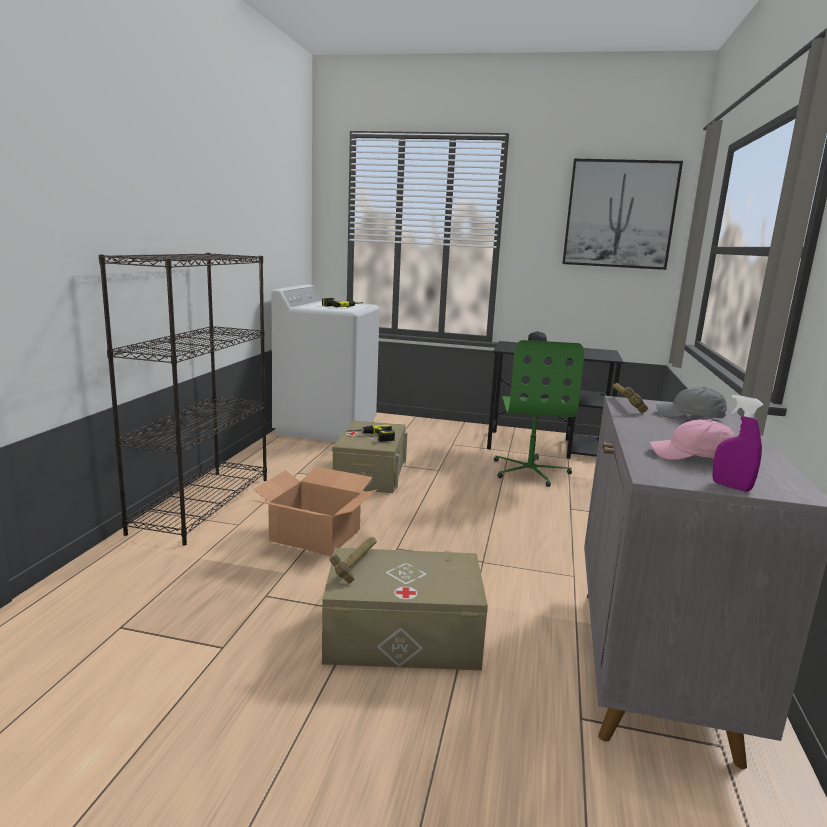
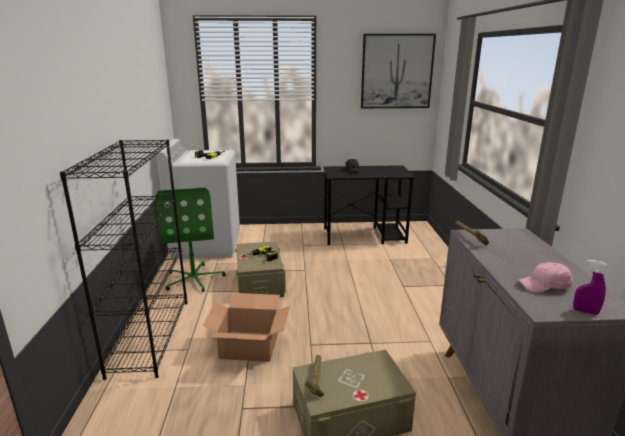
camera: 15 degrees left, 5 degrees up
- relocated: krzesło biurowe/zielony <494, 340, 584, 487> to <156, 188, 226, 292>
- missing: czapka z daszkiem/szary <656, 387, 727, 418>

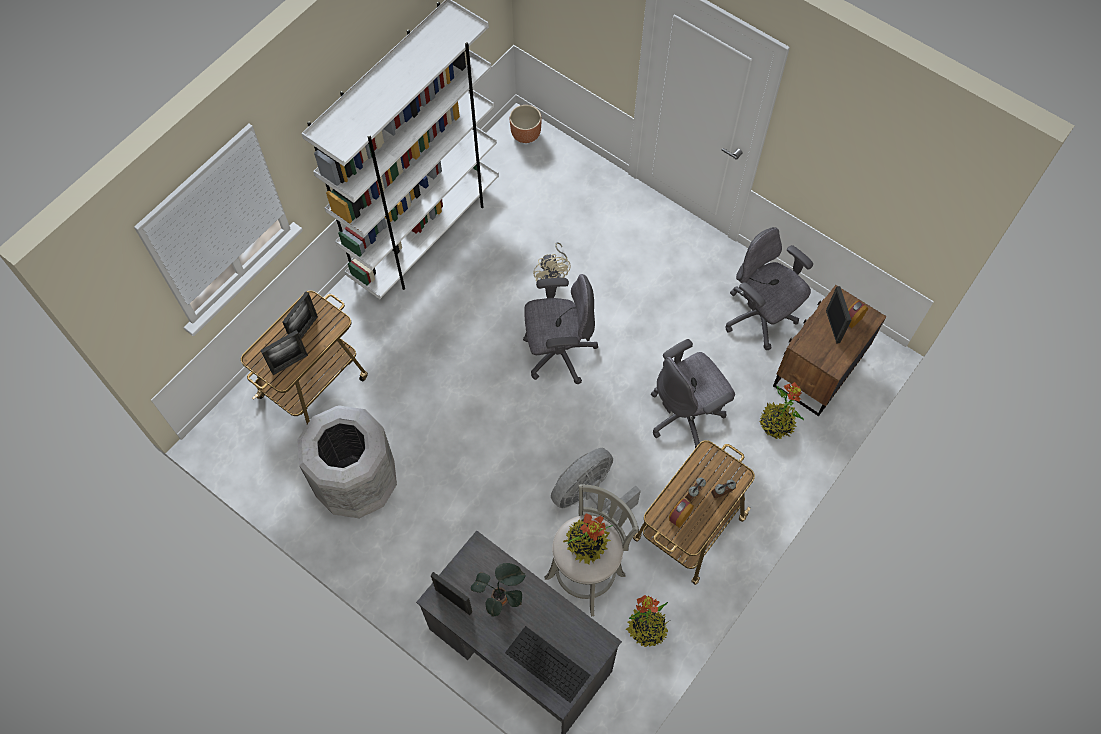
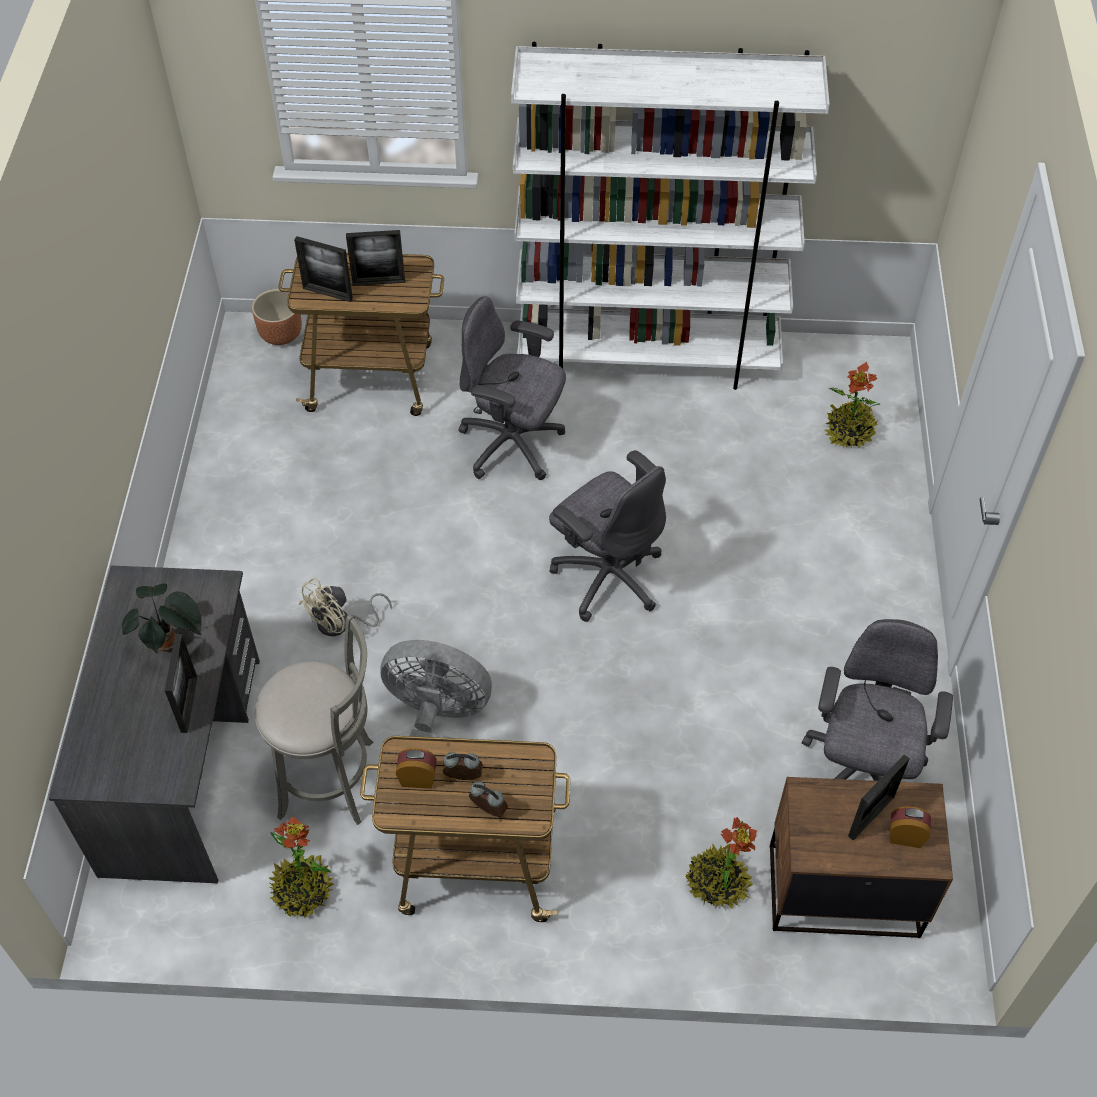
camera: 55 degrees right, 10 degrees down
- relocated: ramka na zdjęcie <431, 572, 472, 615> to <165, 634, 197, 733>
- relocated: donica/brązowy <510, 105, 542, 143> to <252, 289, 302, 345>
- relocated: wentylator/beżowy <533, 242, 571, 282> to <299, 578, 392, 636>
- relocated: krzesło biurowe/szary <651, 339, 735, 448> to <458, 296, 566, 480>
- relocated: roślina doniczkowa <563, 513, 613, 564> to <825, 361, 880, 448>
- missing: kosz na śmieci/szary <297, 405, 397, 518>
- missing: klawiatura <505, 626, 590, 703>

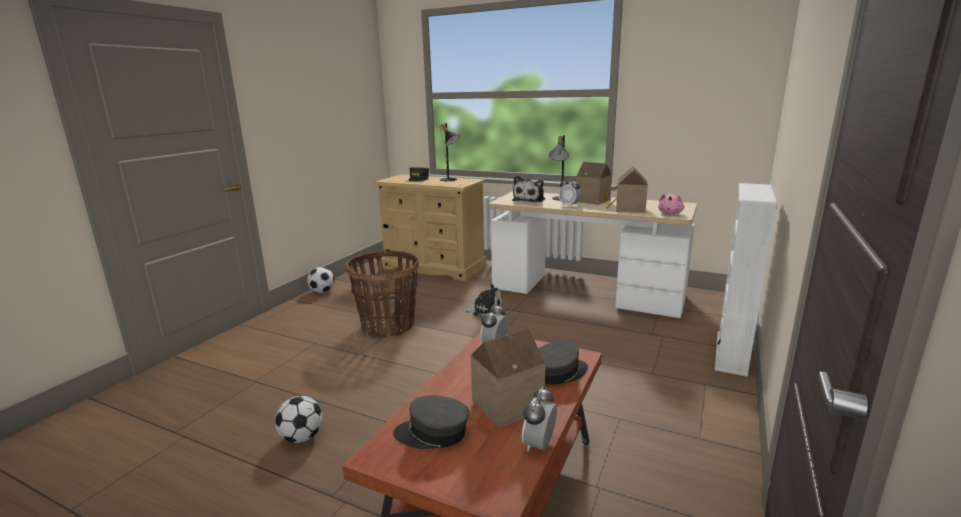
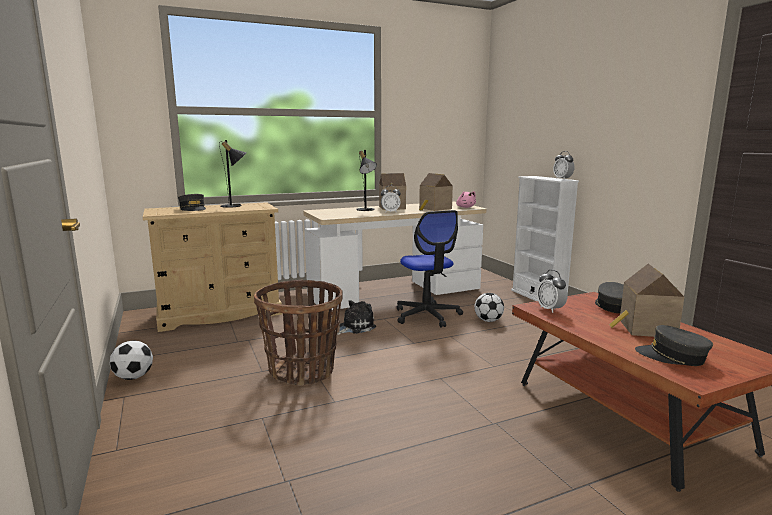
camera: 50 degrees left, 5 degrees down
- appeared: krzesło biurowe <397, 210, 463, 327>
- relocated: piłka futbolowa <275, 396, 323, 443> to <474, 293, 504, 322>
- relocated: budzik <522, 386, 557, 452> to <553, 151, 575, 180>
- spun: czapka z daszkiem/szary <393, 395, 469, 449> = <635, 325, 713, 366> 75 degrees clockwise
- missing: pluszak <512, 176, 545, 202>

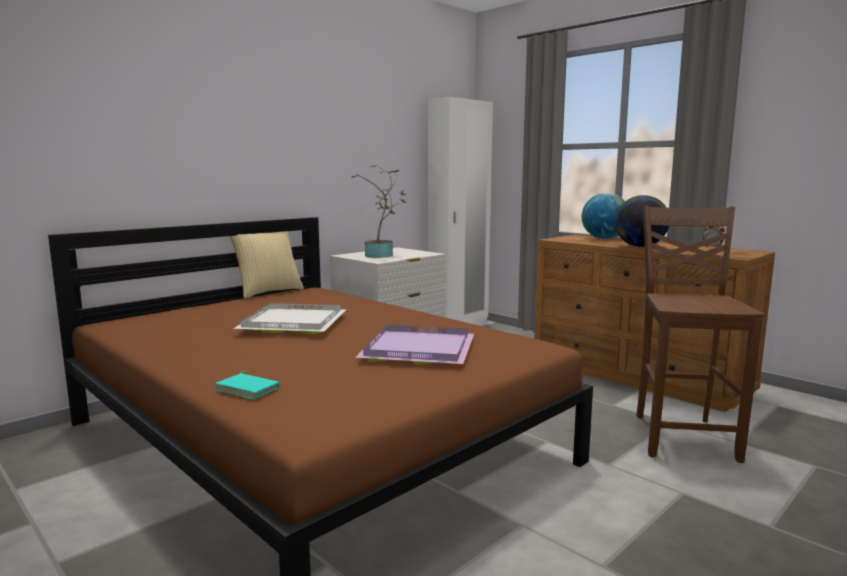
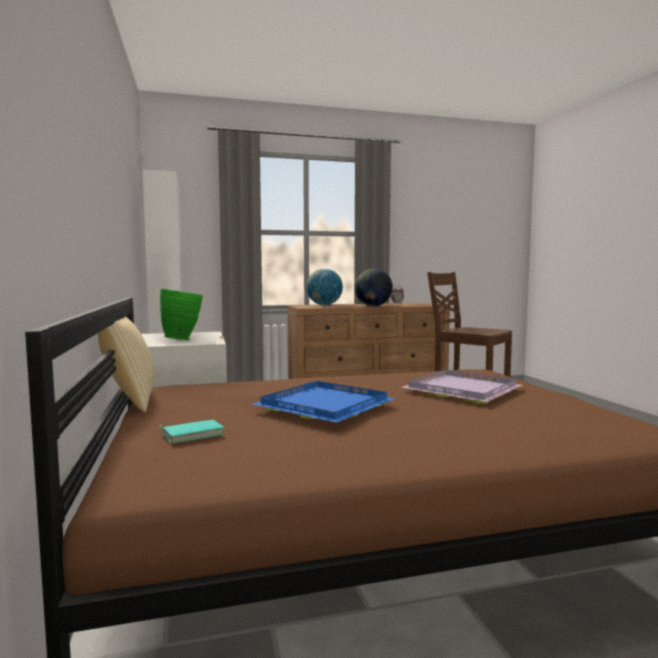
camera: 60 degrees left, 5 degrees down
- exchanged: roślina doniczkowa <351, 165, 406, 258> to wazon/zielony <160, 288, 203, 340>
- relocated: książka/turkusowy <215, 371, 280, 399> to <160, 420, 225, 443>
- colour: taca/biały <233, 303, 346, 334> to taca/niebieski <253, 381, 395, 423>

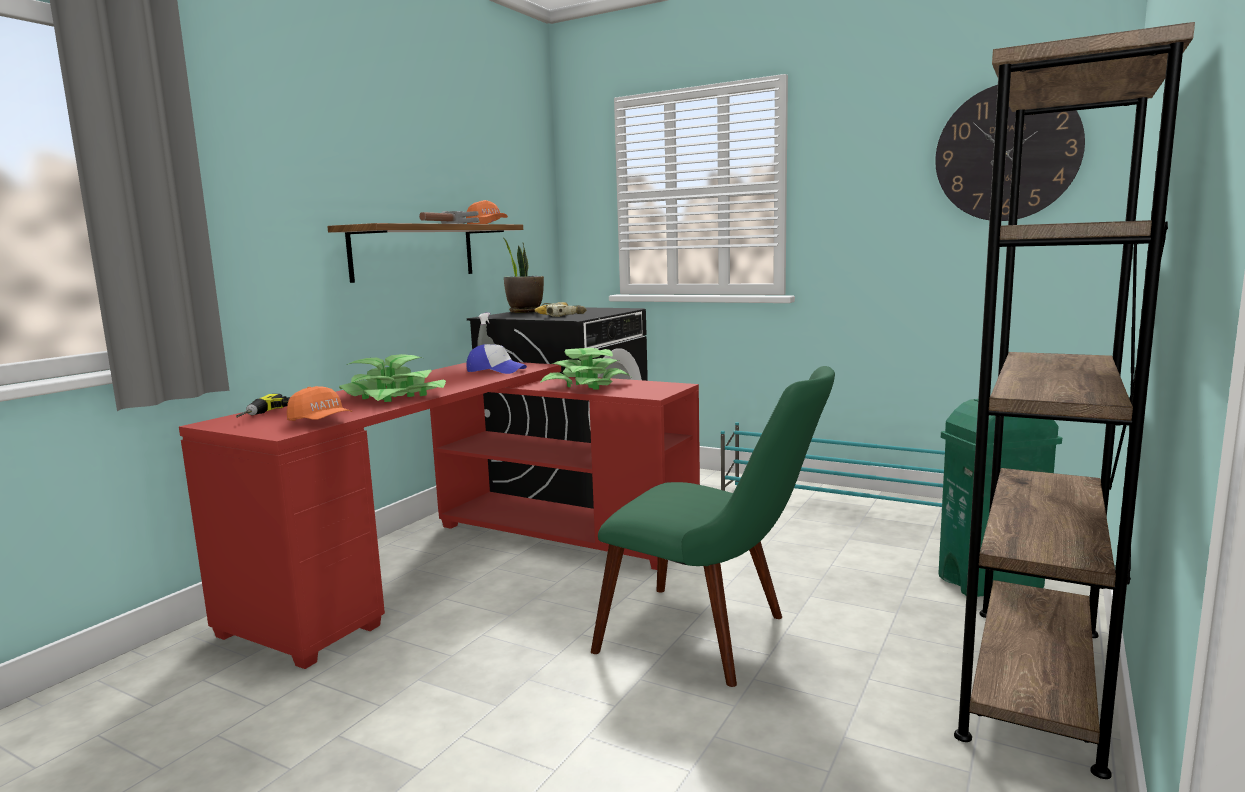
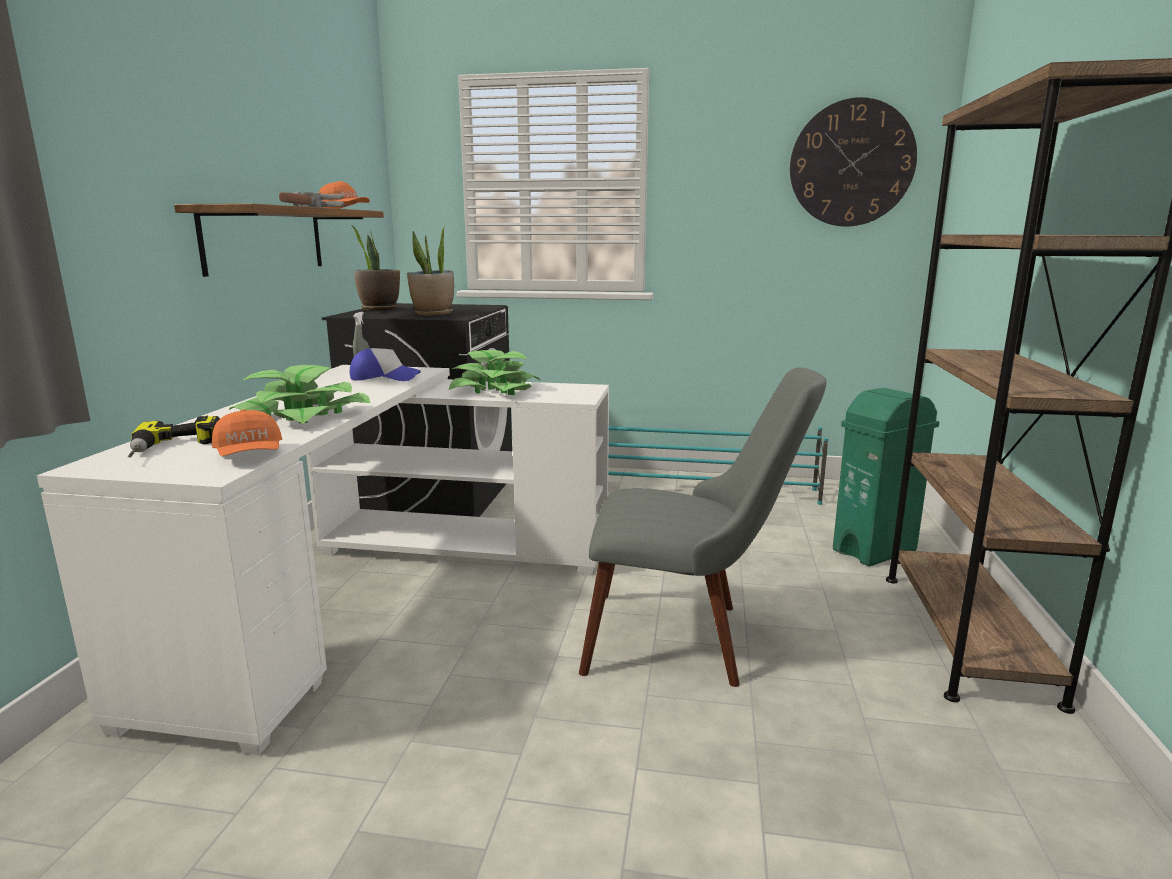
camera: 20 degrees left, 5 degrees up
- colour: biurko/czerwony <179, 362, 700, 669> to biurko/biały <37, 365, 609, 755>
- spun: czapka z daszkiem/pomarańczowy <287, 386, 353, 421> = <212, 409, 282, 456> 45 degrees clockwise
- exchanged: wiertarka <535, 302, 586, 317> to roślina doniczkowa <407, 225, 454, 316>
- colour: krzesło/zielony <591, 366, 835, 687> to krzesło/szary <579, 367, 827, 687>

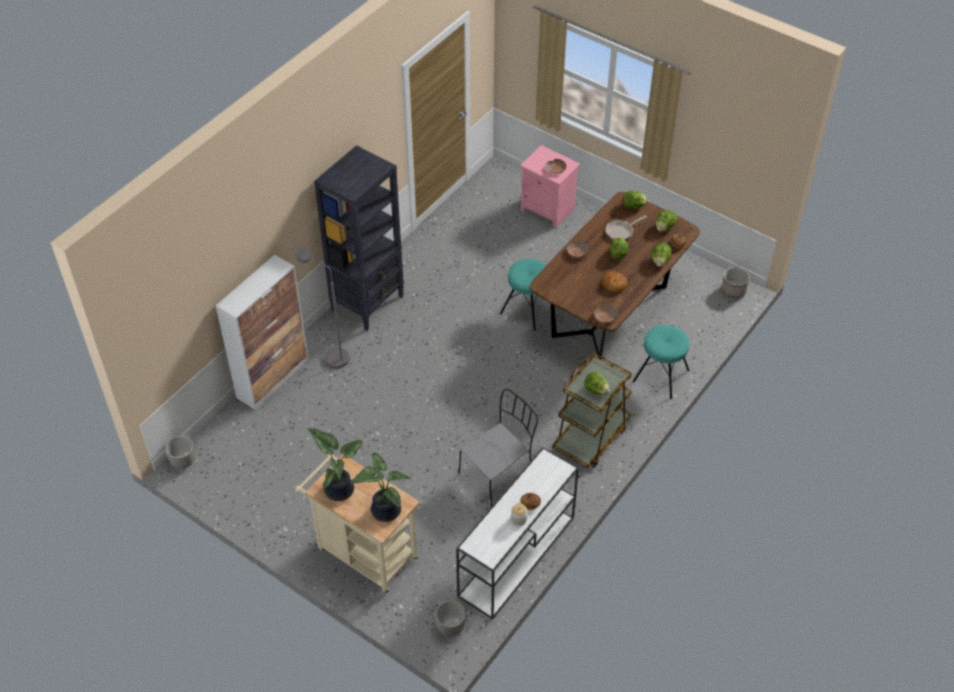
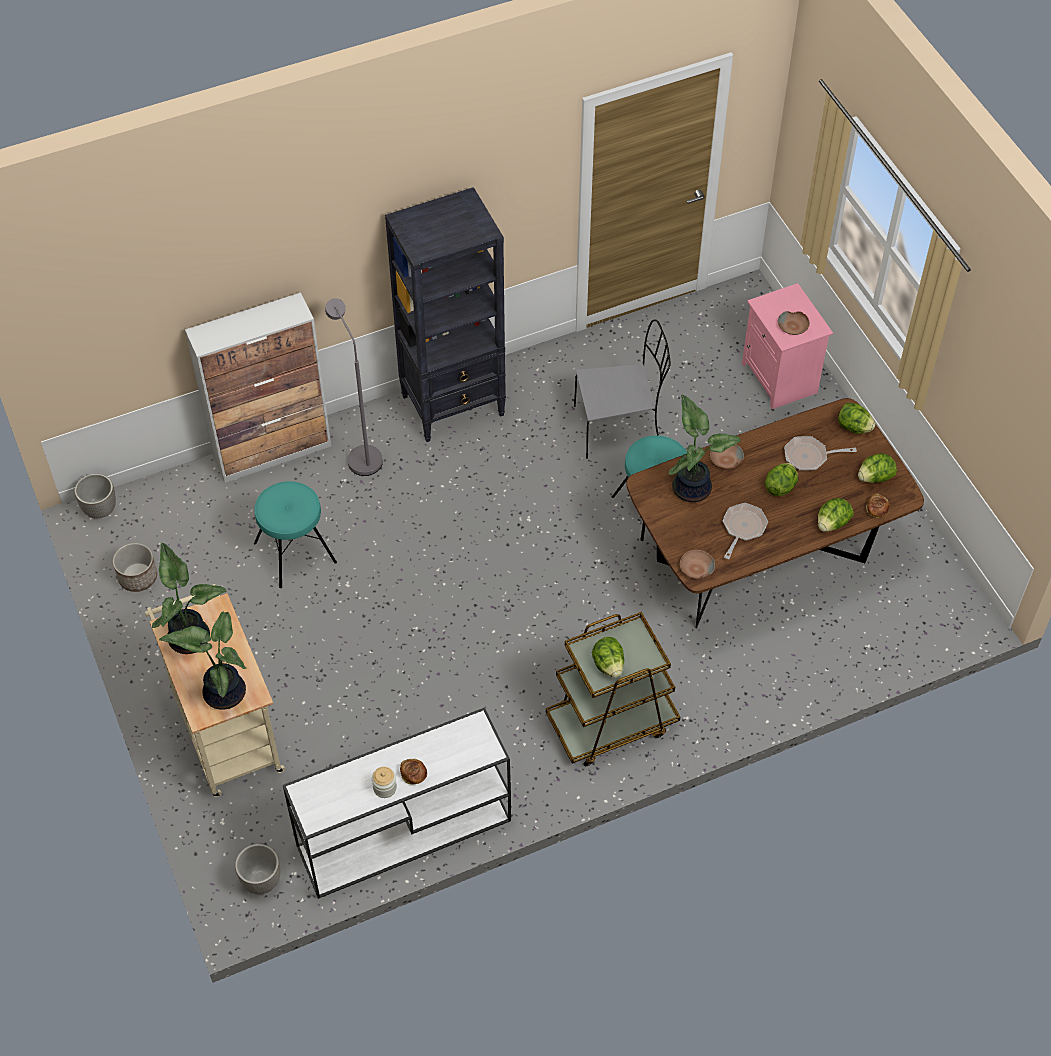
camera: 30 degrees right, 5 degrees up
- relocated: donica <721, 267, 750, 298> to <113, 543, 157, 592>
- relocated: stołek/turkusowy <633, 325, 690, 399> to <254, 481, 337, 588>
- relocated: krzesło/szary <459, 389, 538, 506> to <574, 319, 671, 459>
- appeared: roślina doniczkowa <668, 394, 742, 502>
- exchanged: chleb <602, 271, 627, 292> to patelnia <723, 503, 768, 559>

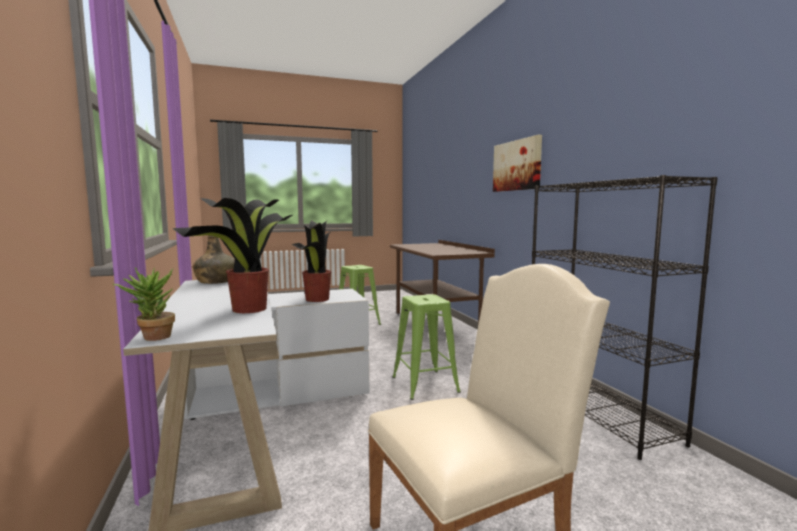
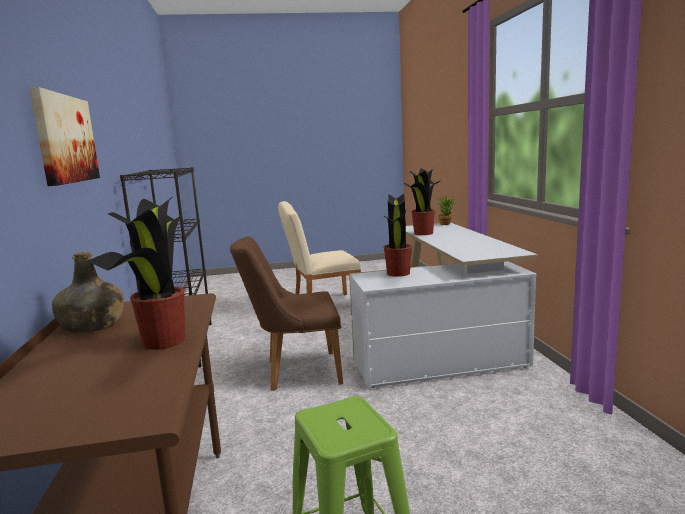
camera: 170 degrees left, 5 degrees up
- relocated: butelka/zielony <193, 235, 235, 284> to <52, 252, 124, 333>
- appeared: roślina doniczkowa <88, 197, 185, 350>
- exchanged: stołek/zielony <392, 294, 461, 400> to krzesło/brązowy <230, 236, 343, 391>

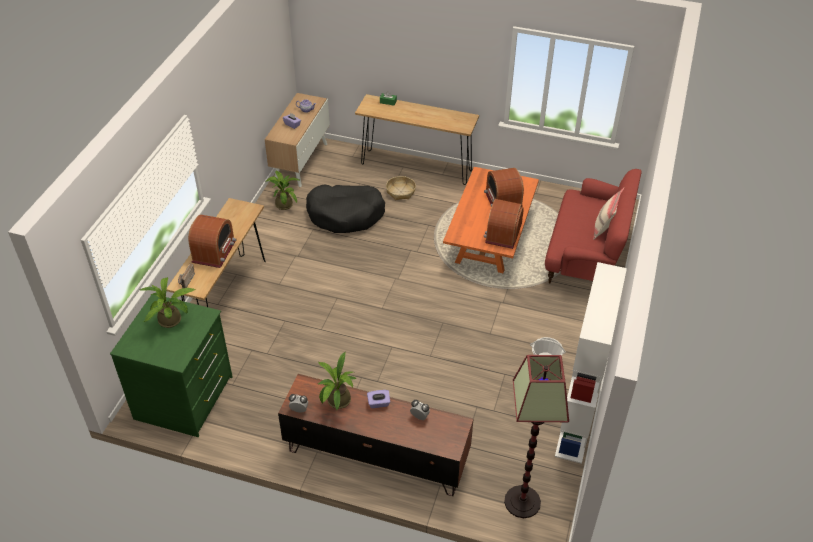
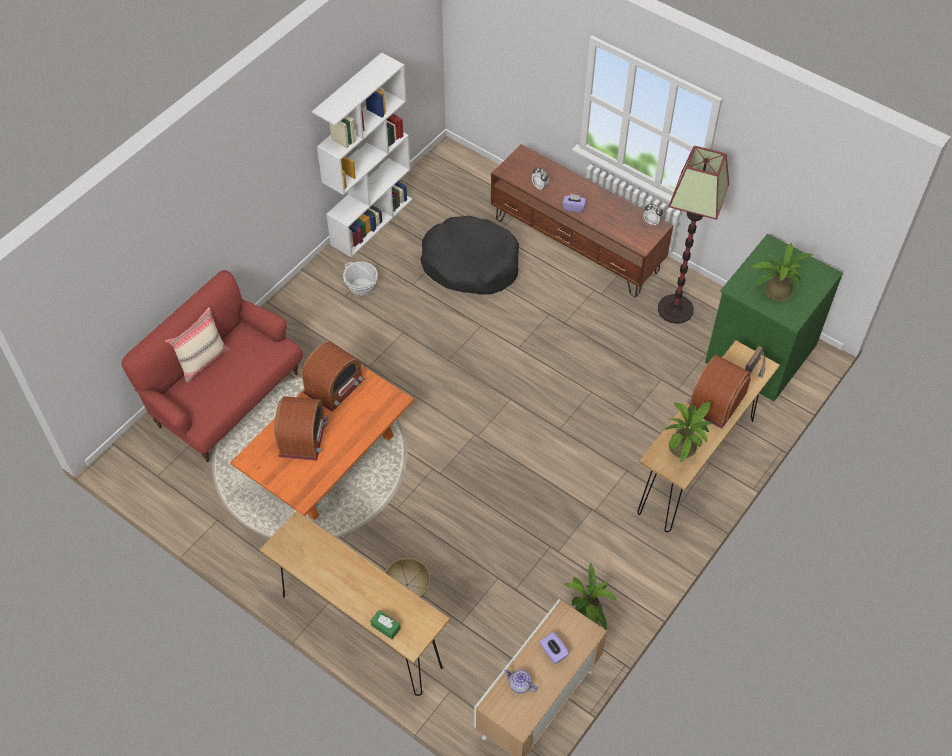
camera: 160 degrees left, 10 degrees up
- relocated: legowisko/czarny <306, 184, 385, 233> to <420, 216, 519, 295>
- relocated: lampa stojąca <504, 355, 569, 518> to <658, 146, 729, 324>
- relocated: roślina doniczkowa <318, 352, 357, 411> to <664, 402, 713, 462>

